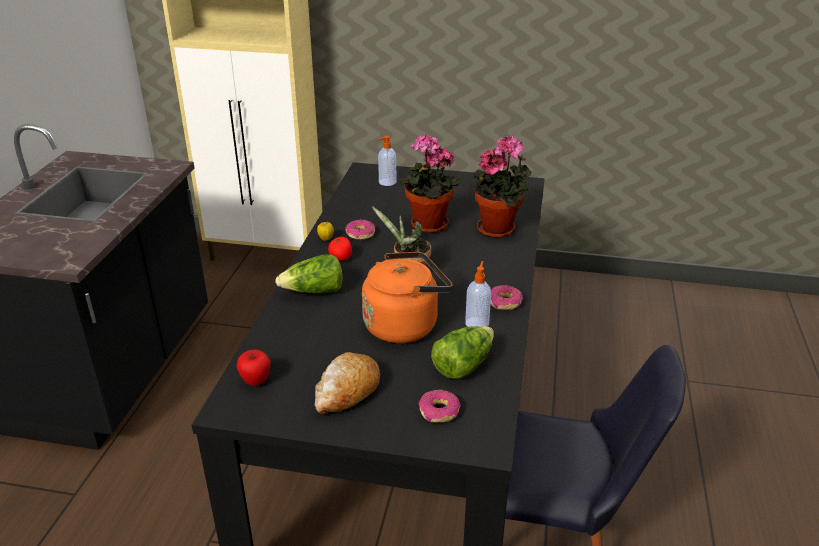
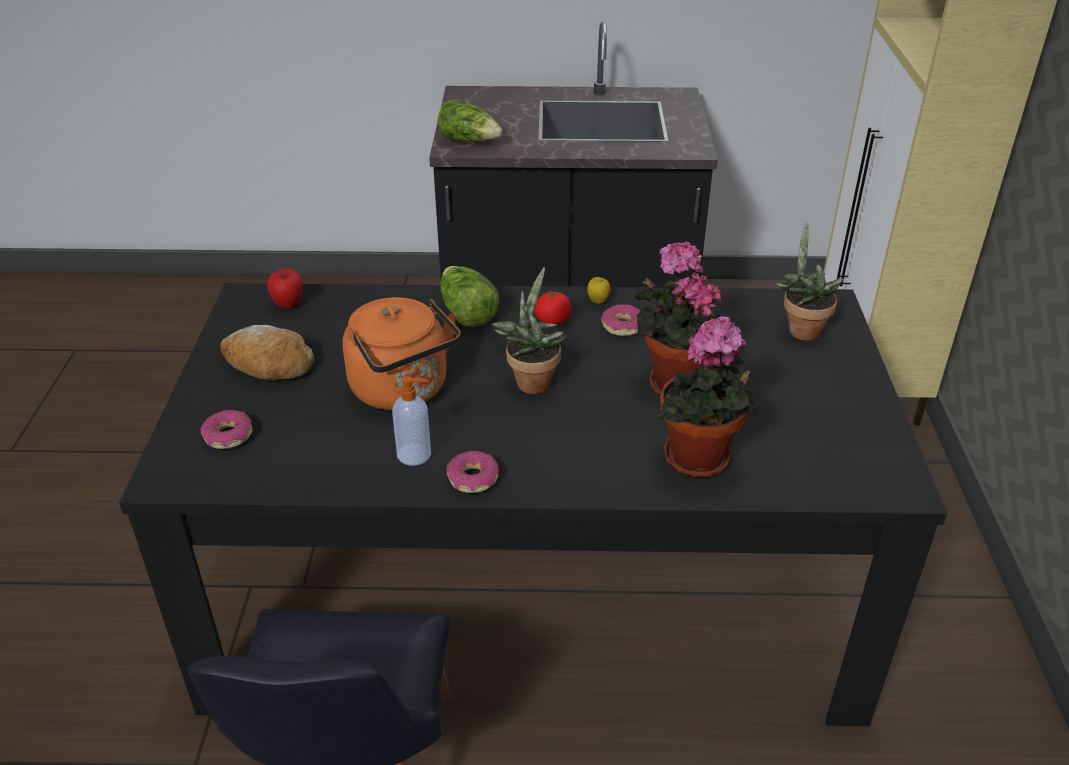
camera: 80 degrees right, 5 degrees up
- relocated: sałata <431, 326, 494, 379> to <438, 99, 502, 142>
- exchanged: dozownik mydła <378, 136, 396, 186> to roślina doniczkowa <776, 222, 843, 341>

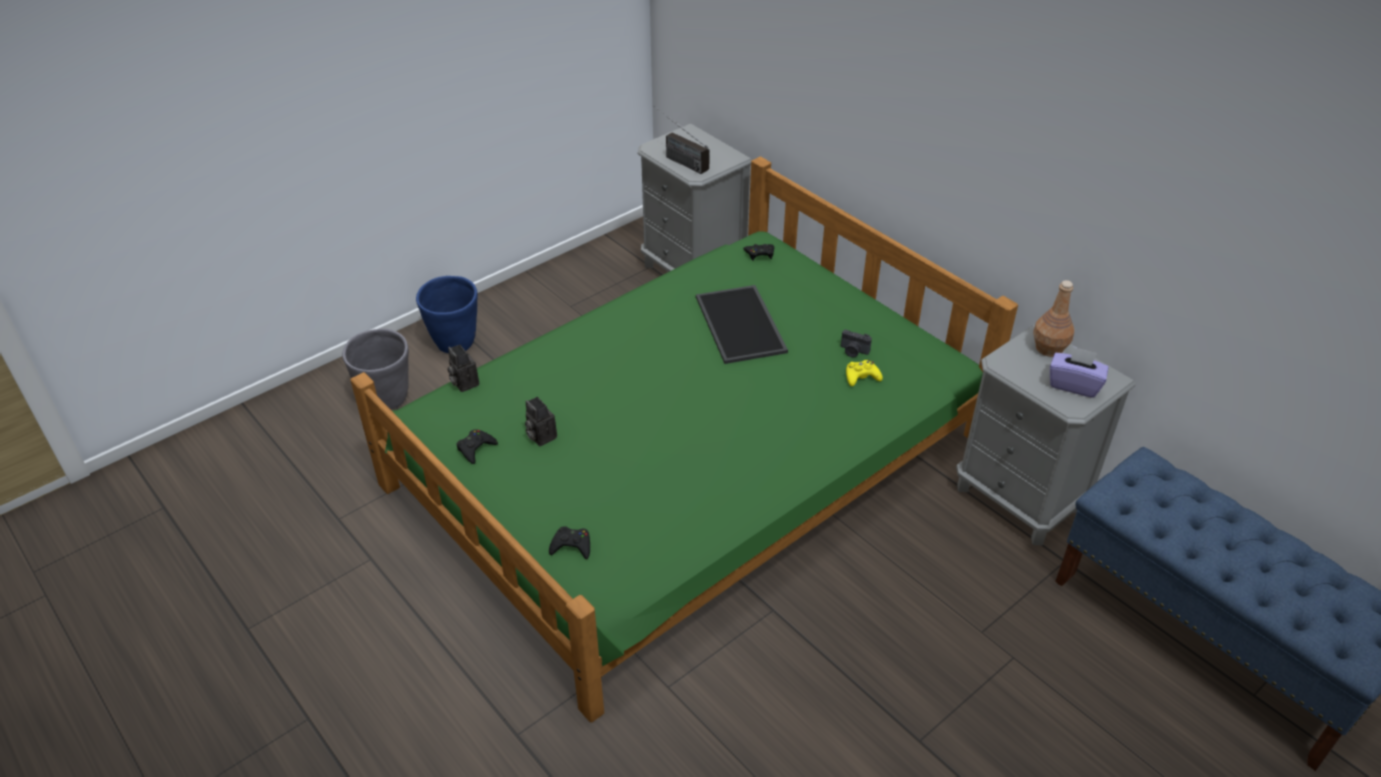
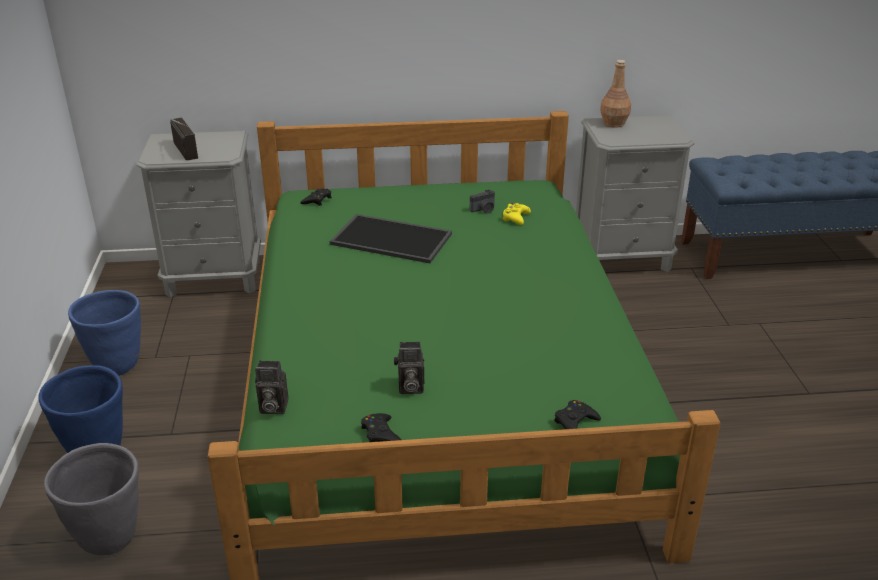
camera: 55 degrees left, 10 degrees down
- appeared: donica/niebieski <68, 290, 141, 376>
- spun: radio <653, 106, 710, 174> = <170, 117, 198, 160> 105 degrees counterclockwise
- missing: pudełko chusteczek/fioletowy <1050, 346, 1109, 398>

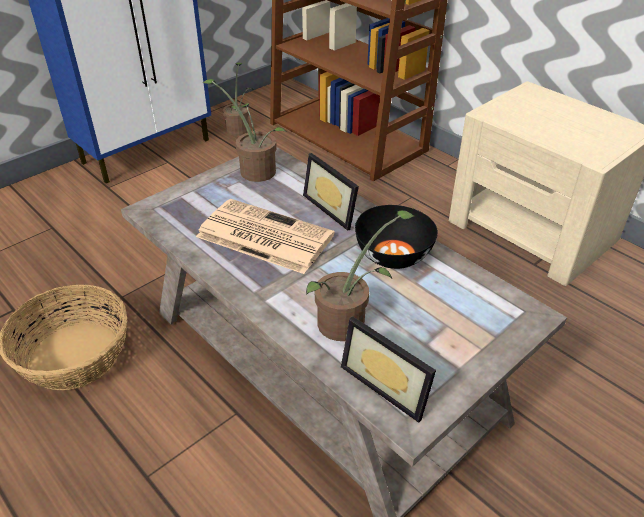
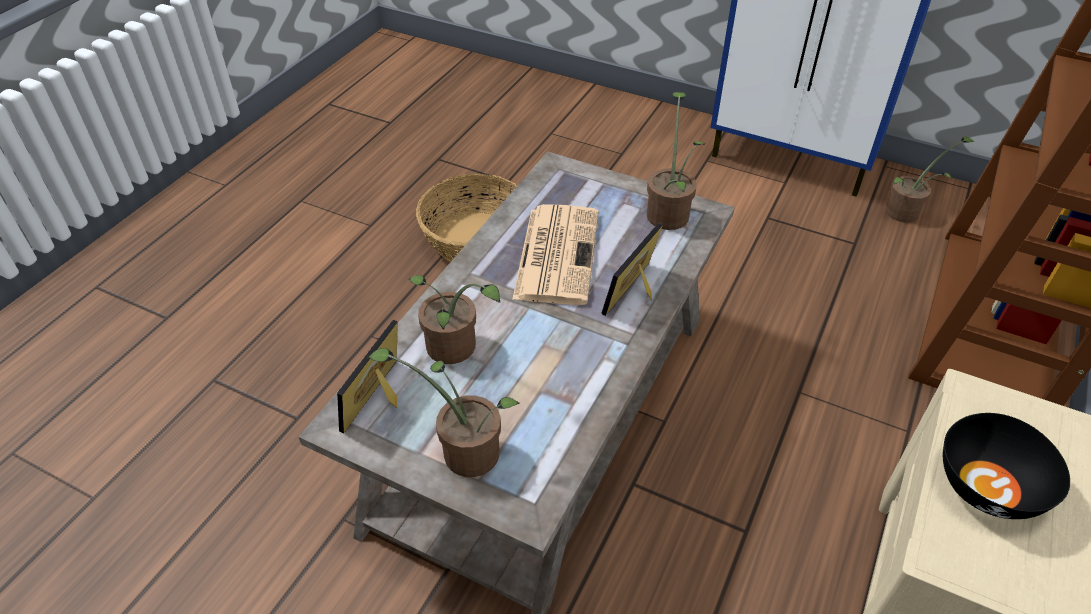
camera: 70 degrees right, 5 degrees up
- appeared: roślina doniczkowa <367, 348, 520, 477>
- relocated: miska/czarny <355, 205, 438, 269> to <943, 413, 1070, 519>

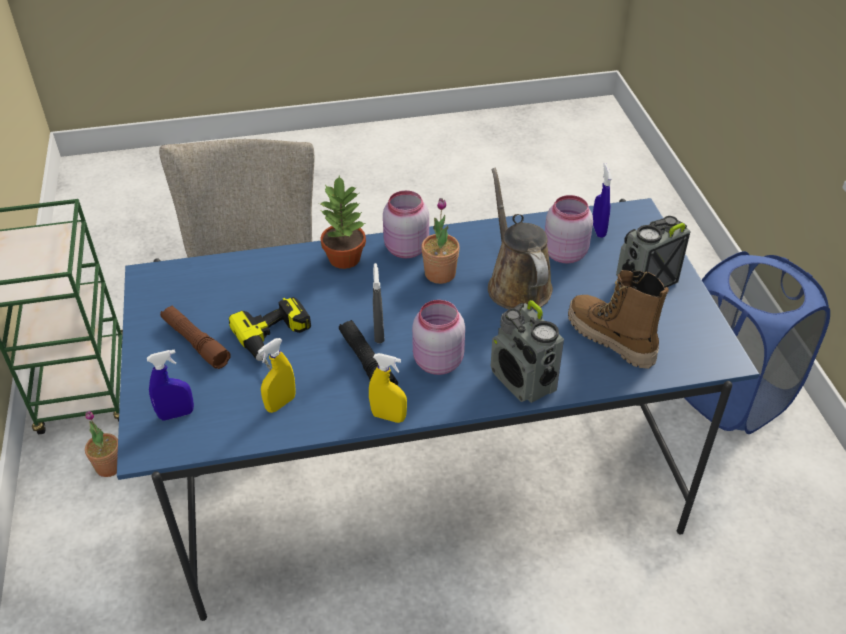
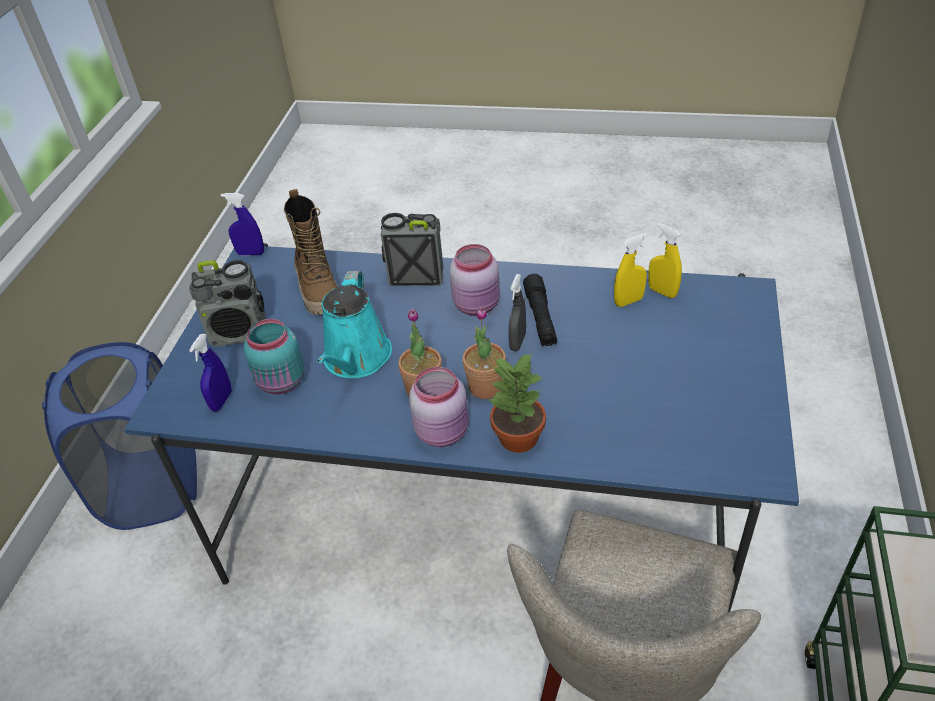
camera: 155 degrees left, 0 degrees up
- relocated: spryskiwacz/niebieski <147, 349, 194, 420> to <221, 193, 264, 255>
- colour: słoik/różowy <545, 195, 593, 264> to słoik/turkusowy <244, 319, 304, 394>
- colour: konewka/brązowy <488, 168, 553, 310> to konewka/turkusowy <317, 271, 392, 378>
- spun: radio <491, 300, 564, 403> = <381, 213, 443, 286> 75 degrees counterclockwise
- relocated: roślina doniczkowa <85, 410, 118, 477> to <462, 306, 506, 399>
- relocated: spryskiwacz/żółty <369, 353, 407, 423> to <648, 223, 682, 298>
- missing: latarka/brązowy <160, 305, 231, 369>
- missing: wiertarka <229, 297, 311, 371>

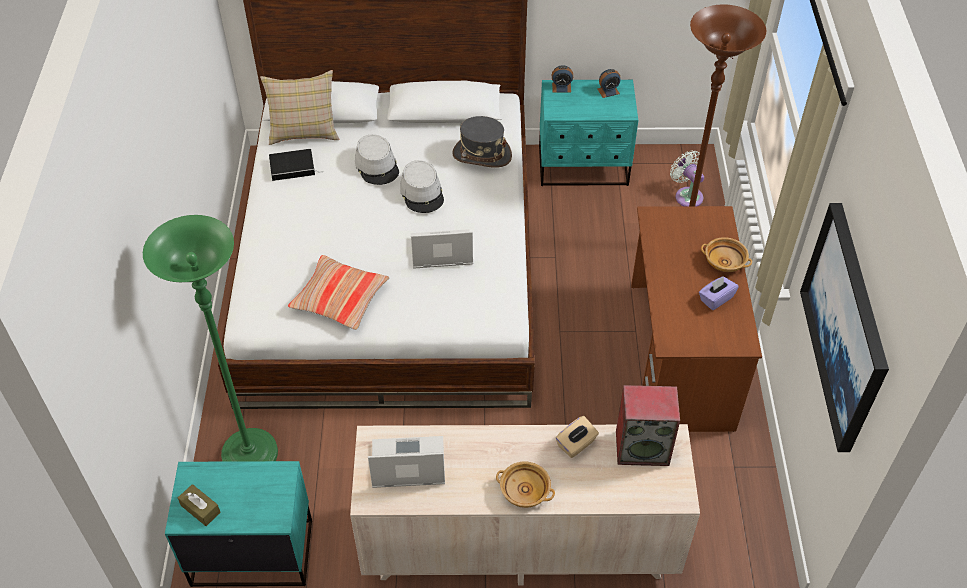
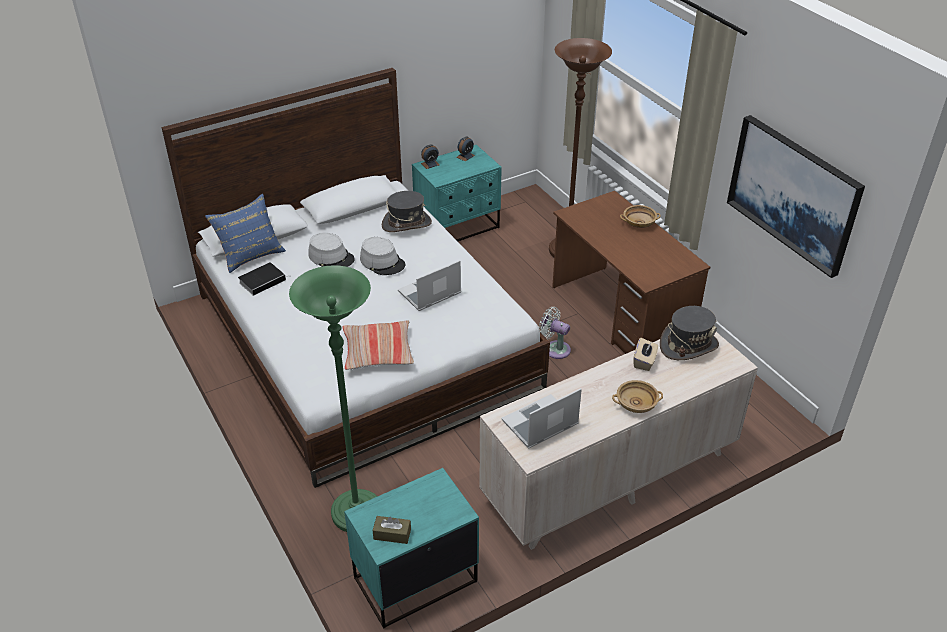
camera: 30 degrees left, 10 degrees down
- colour: poduszka/beżowy <260, 70, 340, 145> to poduszka/niebieski <205, 194, 286, 273>
- relocated: wentylator/biały <670, 150, 704, 206> to <538, 307, 571, 359>
- exchanged: głośnik <616, 385, 680, 466> to kapelusz/szary <660, 306, 719, 360>
- missing: pudełko chusteczek/fioletowy <699, 276, 739, 310>

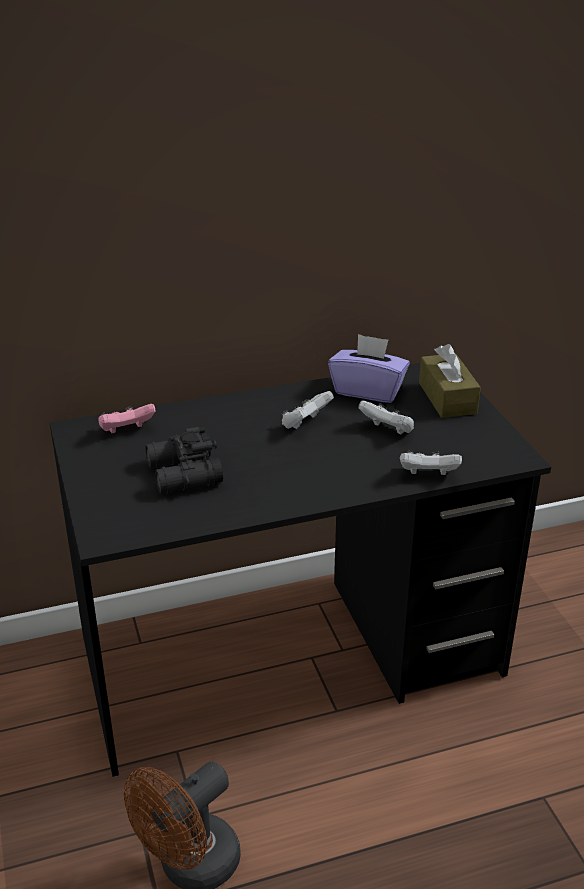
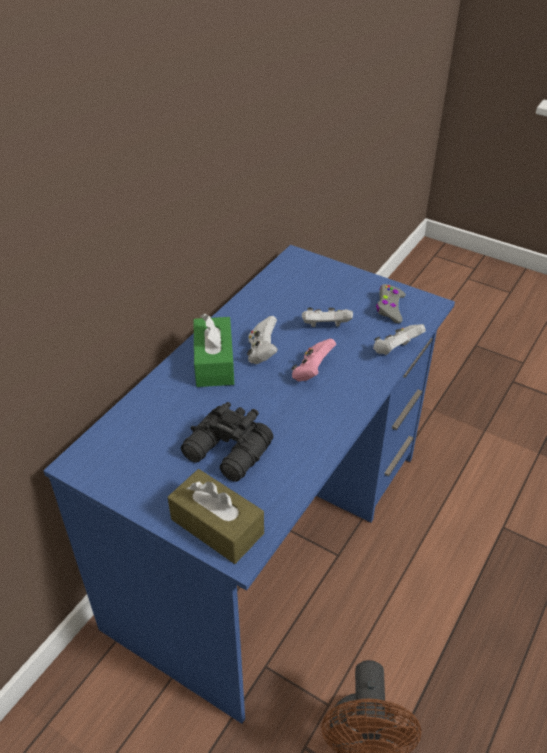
camera: 40 degrees left, 10 degrees up
- colour: biurko/czarny <49, 363, 551, 777> to biurko/niebieski <43, 245, 455, 724>
- relocated: pudełko chusteczek/brązowy <419, 344, 481, 418> to <168, 469, 264, 564>
- appeared: pudełko chusteczek/zielony <194, 314, 234, 387>
- relocated: pad do gier/różowy <98, 404, 155, 433> to <291, 339, 336, 381>
- appeared: pad do gier/szary <376, 284, 406, 323>
- missing: pudełko chusteczek/fioletowy <328, 334, 410, 403>

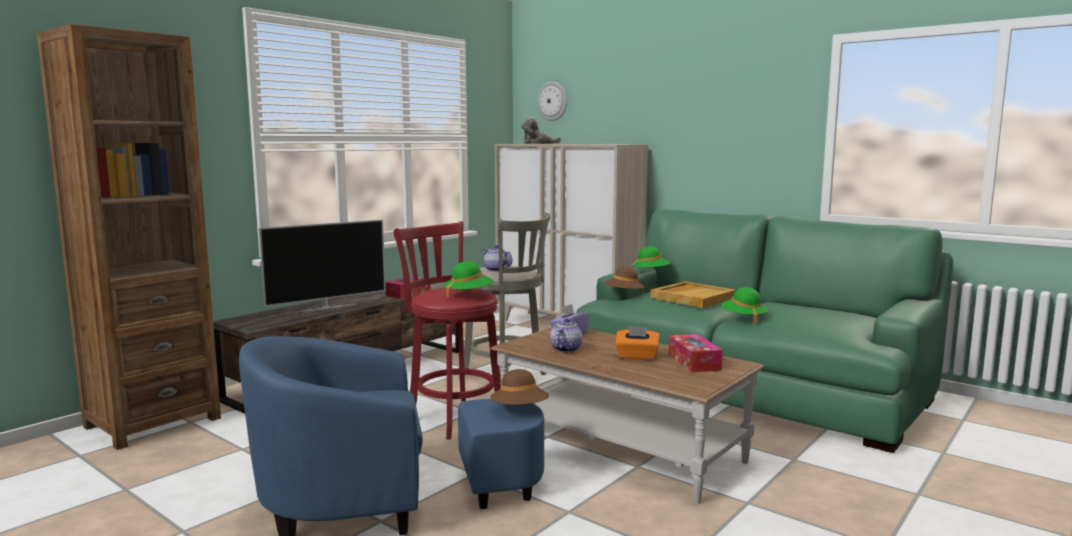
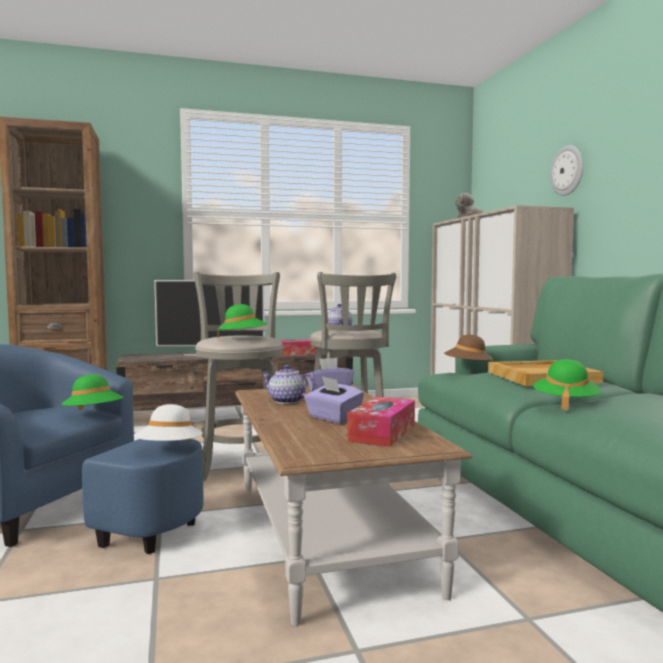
camera: 35 degrees right, 5 degrees down
- relocated: kapelusz/zielony <632, 246, 671, 267> to <61, 375, 124, 411>
- colour: kapelusz/brązowy <490, 369, 549, 405> to kapelusz/biały <134, 404, 203, 442>
- colour: stołek/czerwony <393, 221, 501, 440> to stołek/szary <193, 272, 283, 481>
- spun: imbryk <550, 318, 583, 352> = <261, 365, 315, 404> 120 degrees counterclockwise
- colour: pudełko chusteczek/pomarańczowy <615, 326, 659, 360> to pudełko chusteczek/fioletowy <304, 376, 364, 424>
- relocated: zegar ścienny <537, 81, 567, 121> to <550, 145, 583, 196>

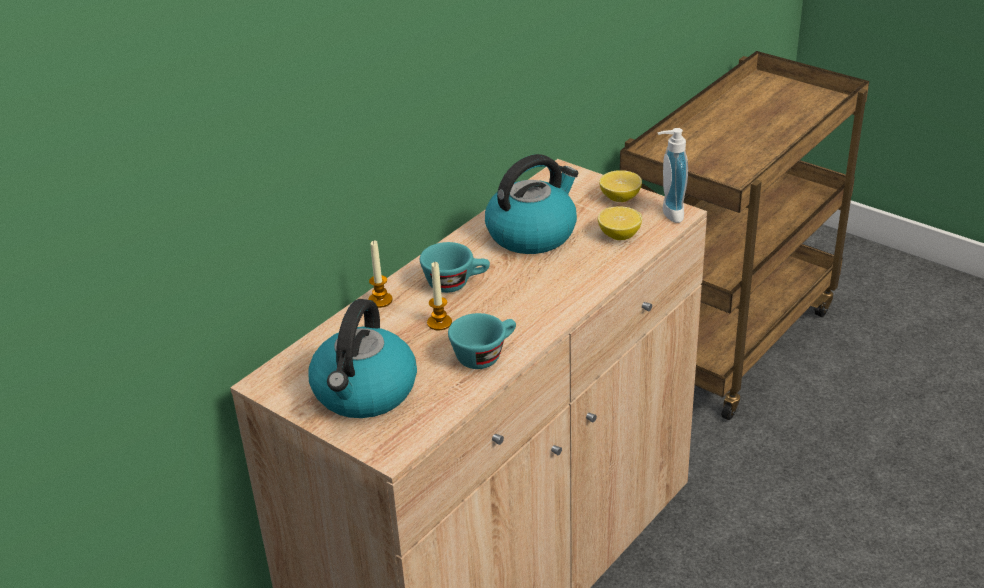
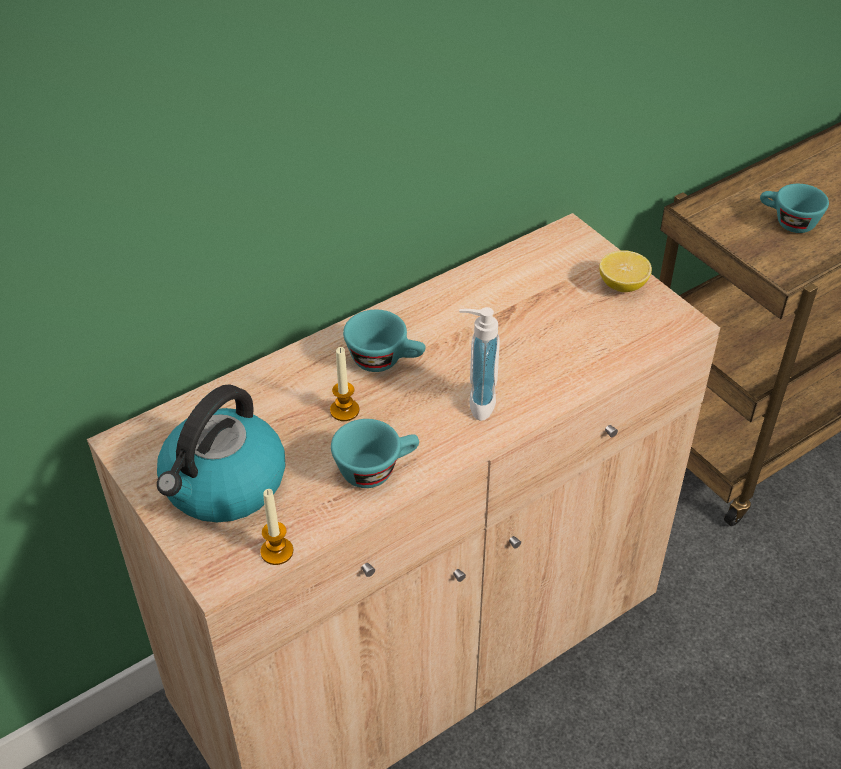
camera: 15 degrees right, 10 degrees up
- relocated: świeca <368, 240, 393, 308> to <260, 489, 293, 565>
- relocated: dozownik mydła <657, 128, 688, 223> to <459, 307, 500, 421>
- appeared: filiżanka/turkusowy <760, 184, 829, 233>
- missing: czajnik <485, 154, 578, 254>
- missing: cytryna <598, 207, 642, 240>

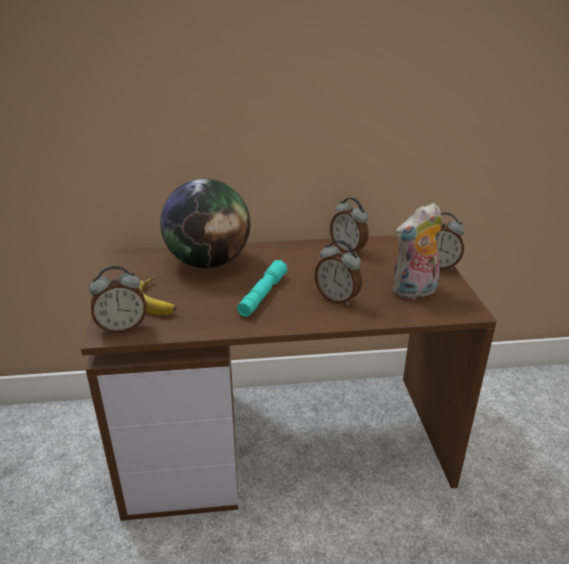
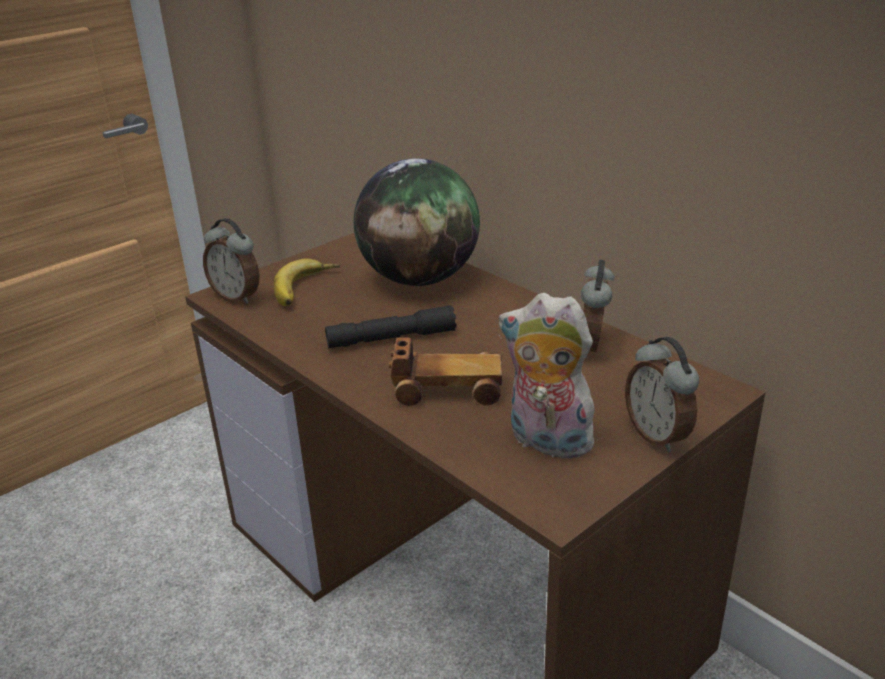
camera: 55 degrees right, 0 degrees up
- colour: latarka/turkusowy <237, 260, 287, 317> to latarka/czarny <325, 305, 456, 348>
- exchanged: budzik <315, 240, 362, 306> to samochodzik <389, 337, 502, 406>

